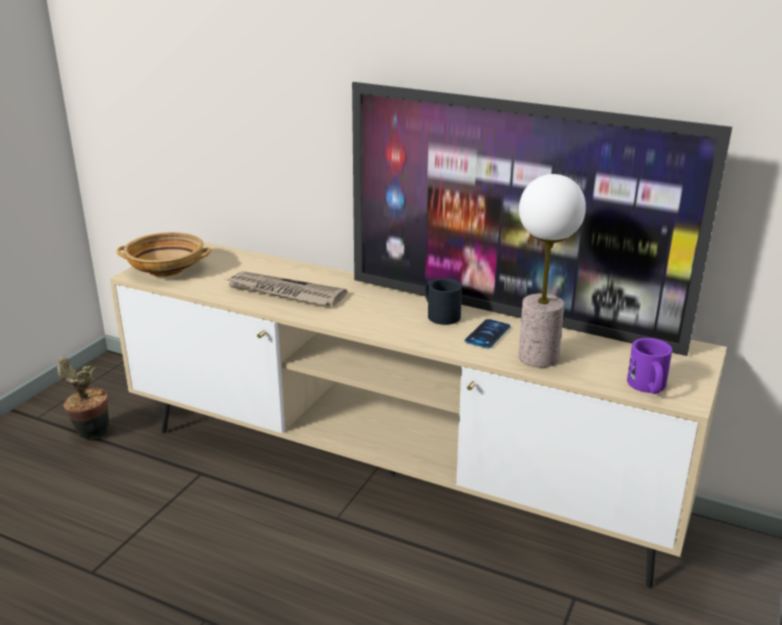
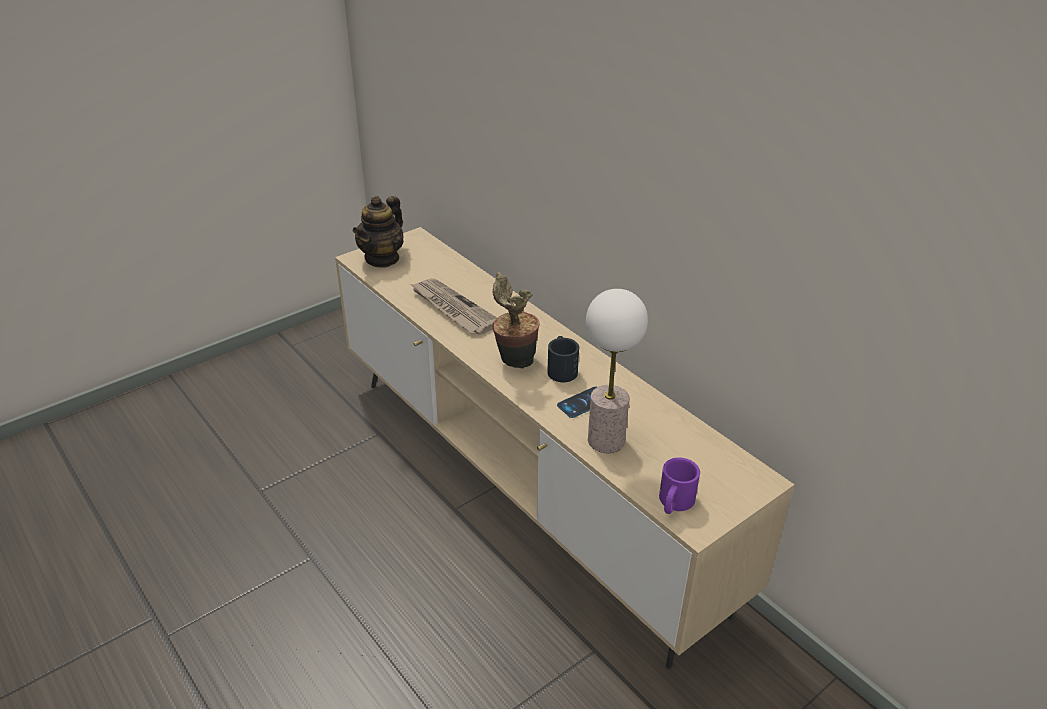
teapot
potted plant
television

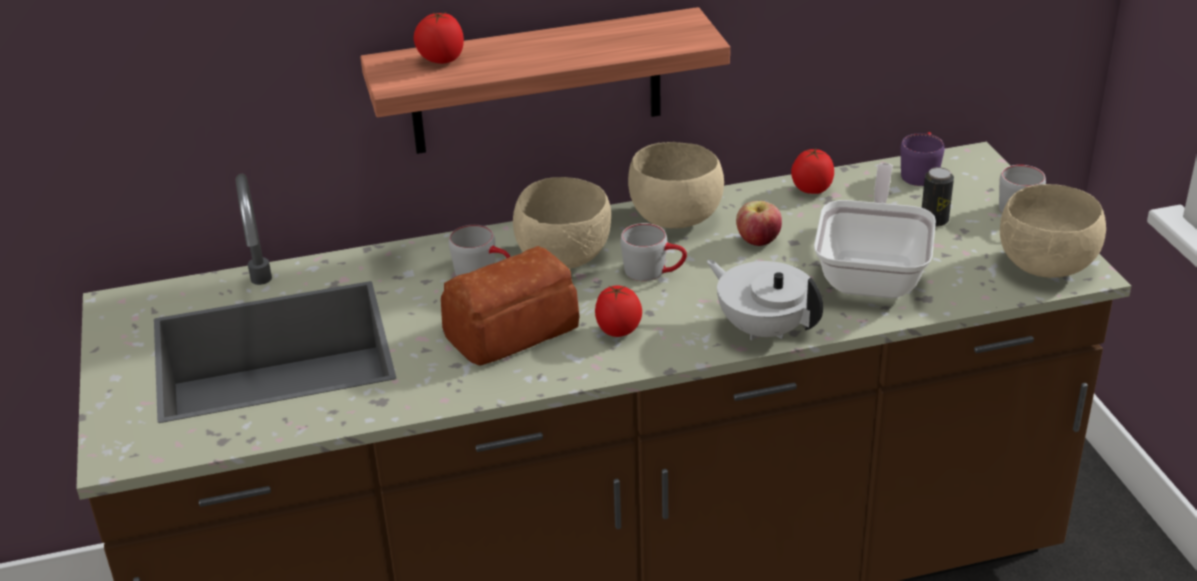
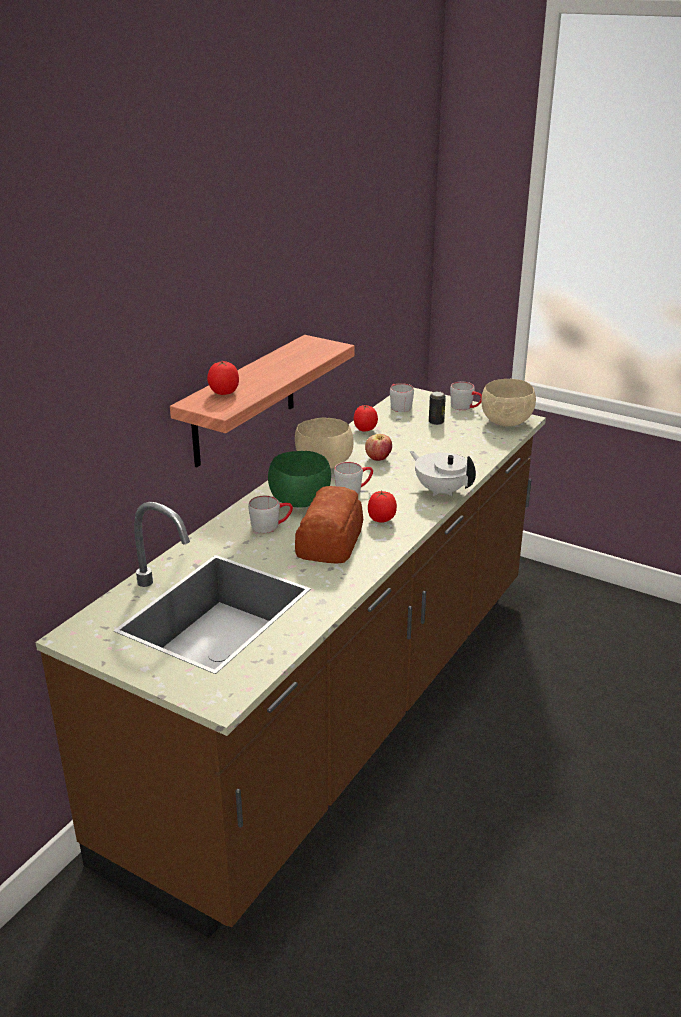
green bowl
grey mug (no. 3 from left)
white teapot
frying pan

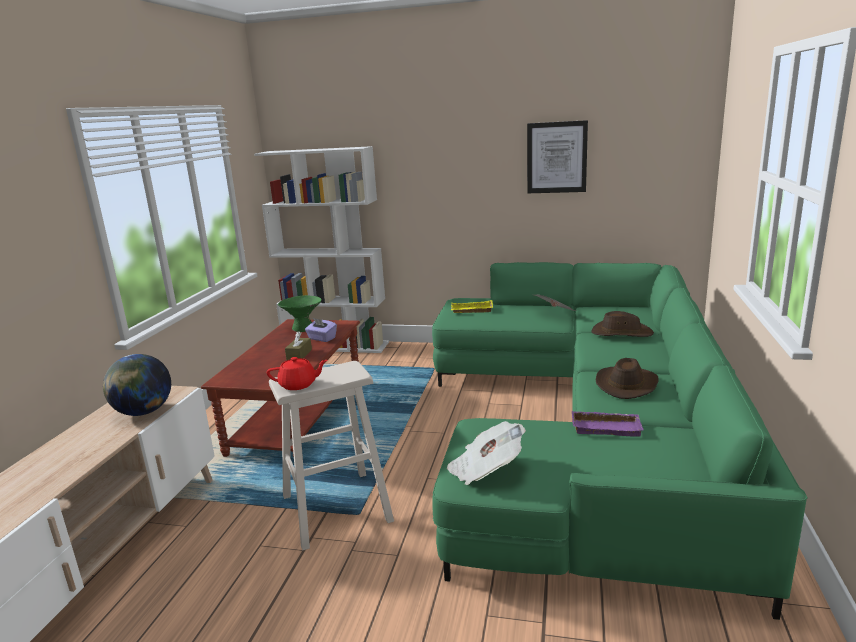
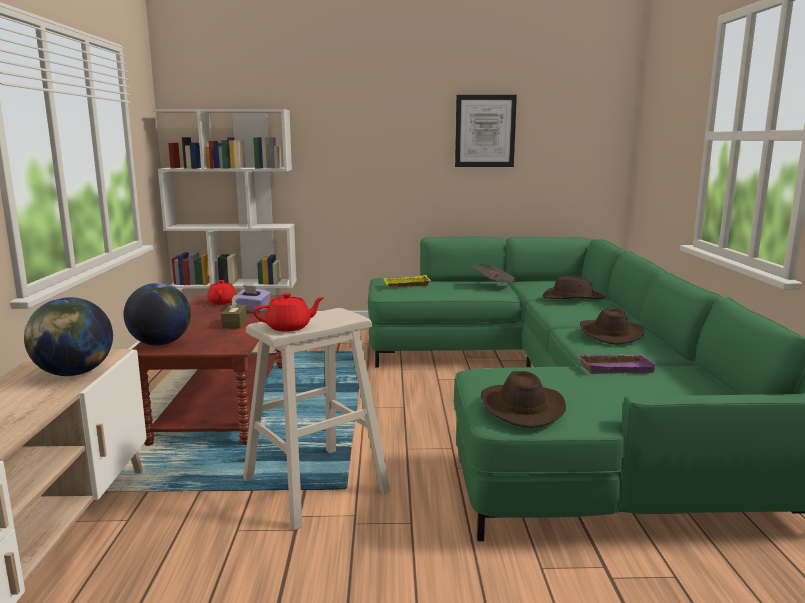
globe (no. 2 from left)
red teapot (no. 1 from left)
brown hat (no. 1 from left)

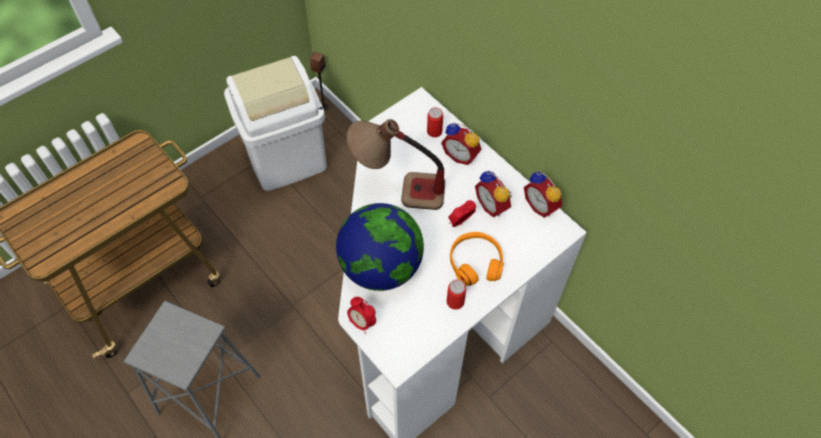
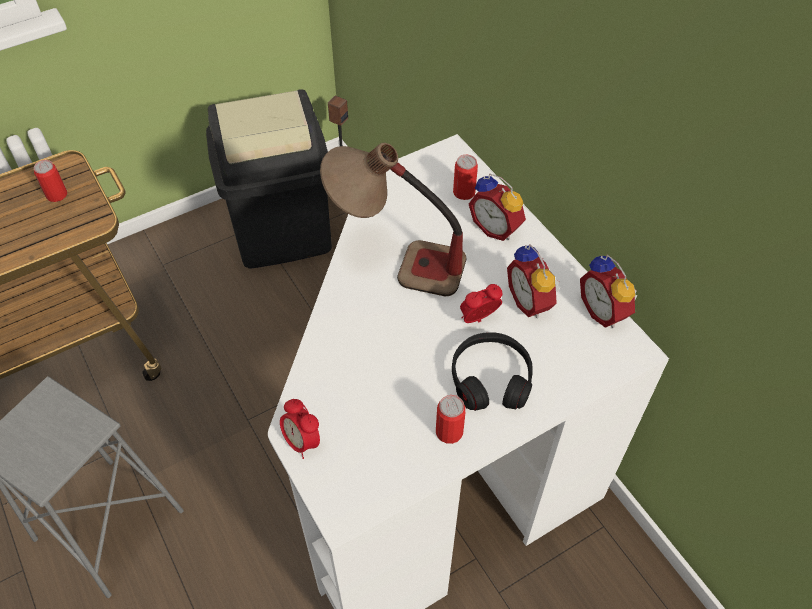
can (no. 1 from left)
black trash can
black headphones
globe

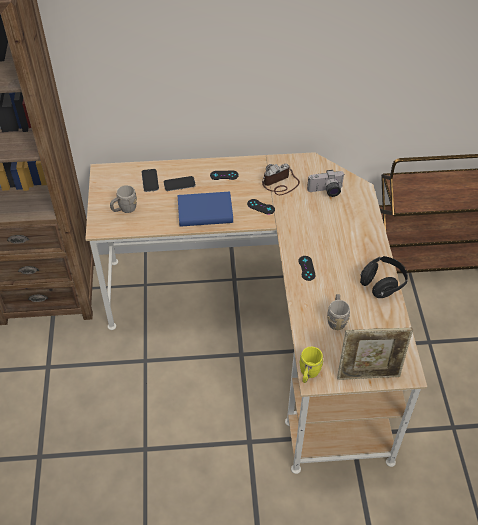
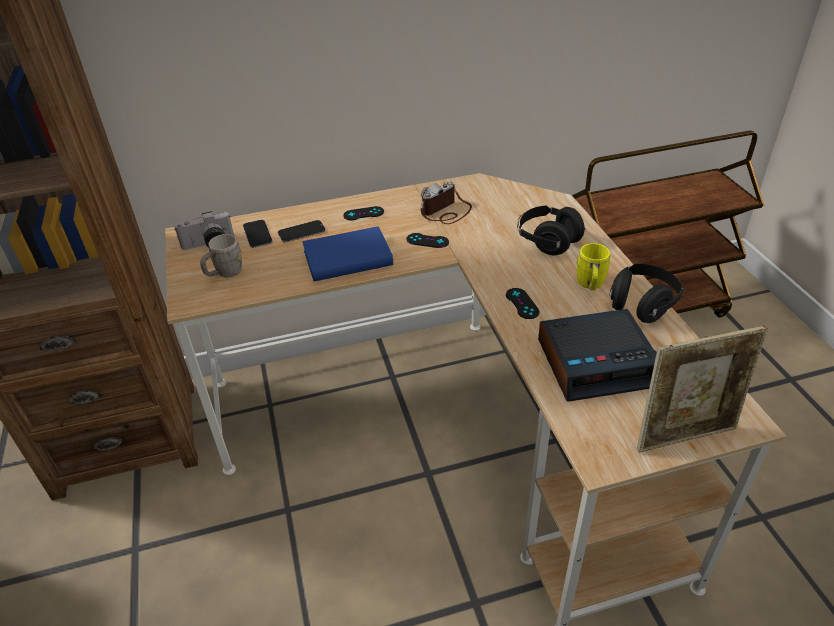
photo camera (no. 1 from left)
black headphones (no. 1 from left)
alarm clock
yellow mug

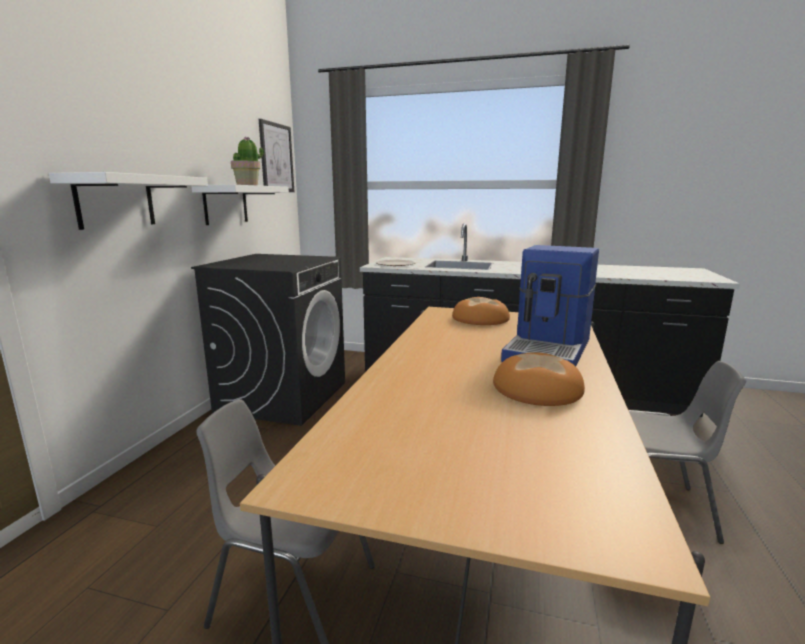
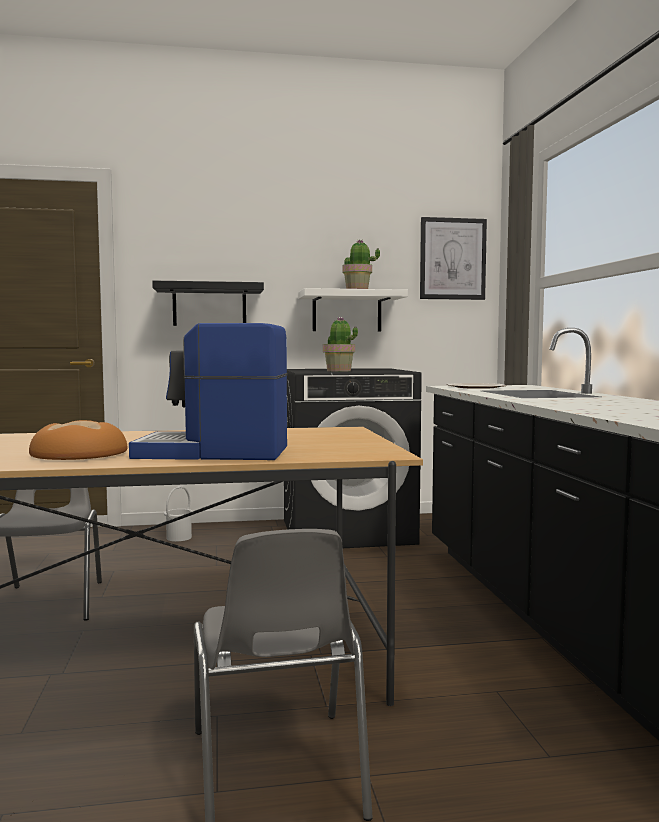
black shelf
white bucket
potted plant (no. 1 from left)
bread (no. 1 from left in the first image)

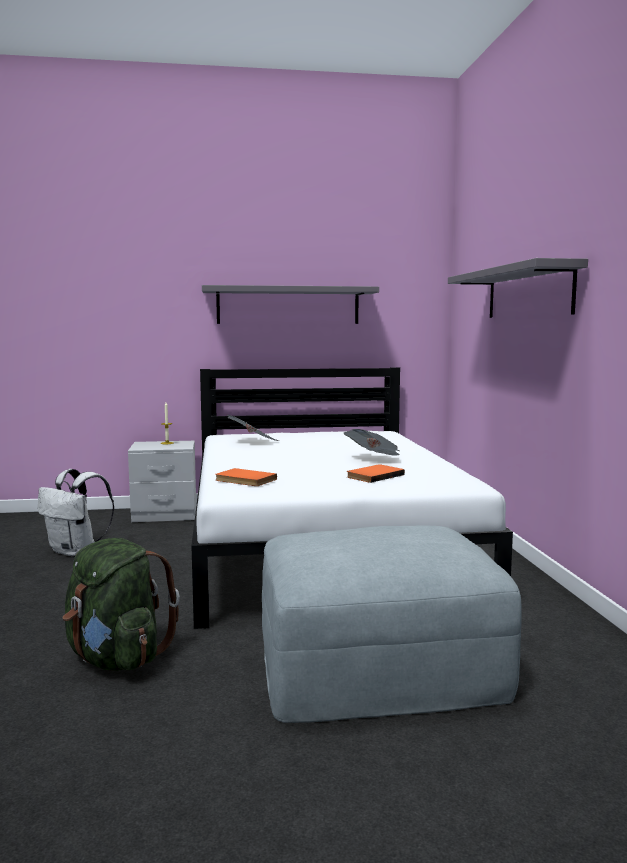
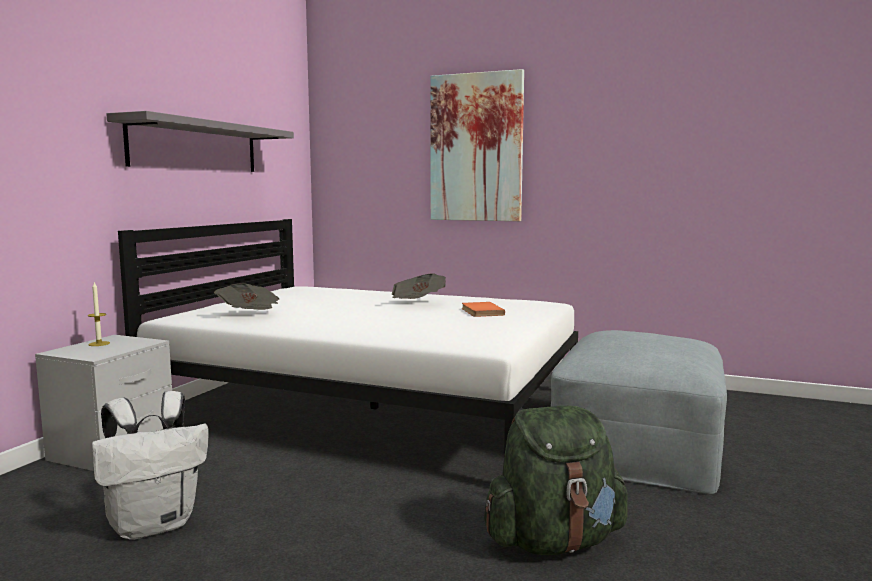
picture
orange book (no. 1 from left in the first image)

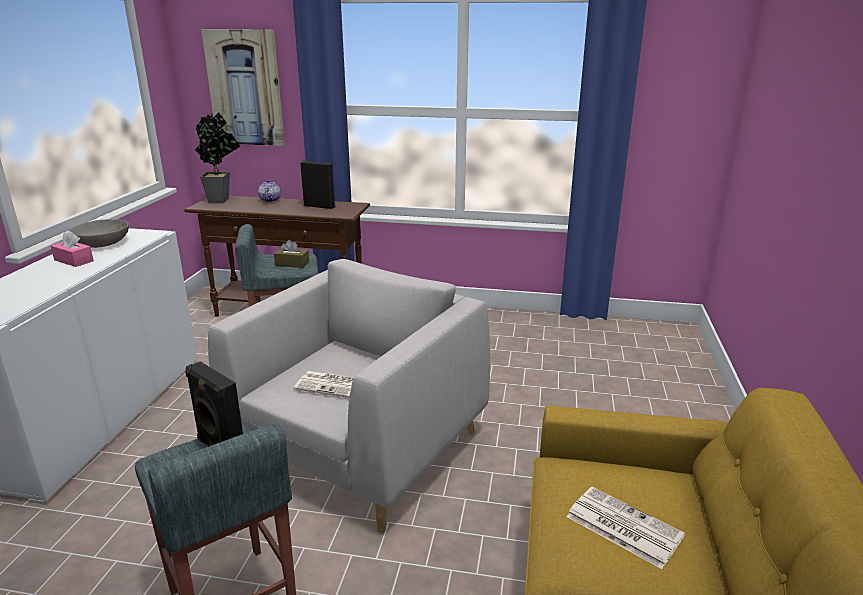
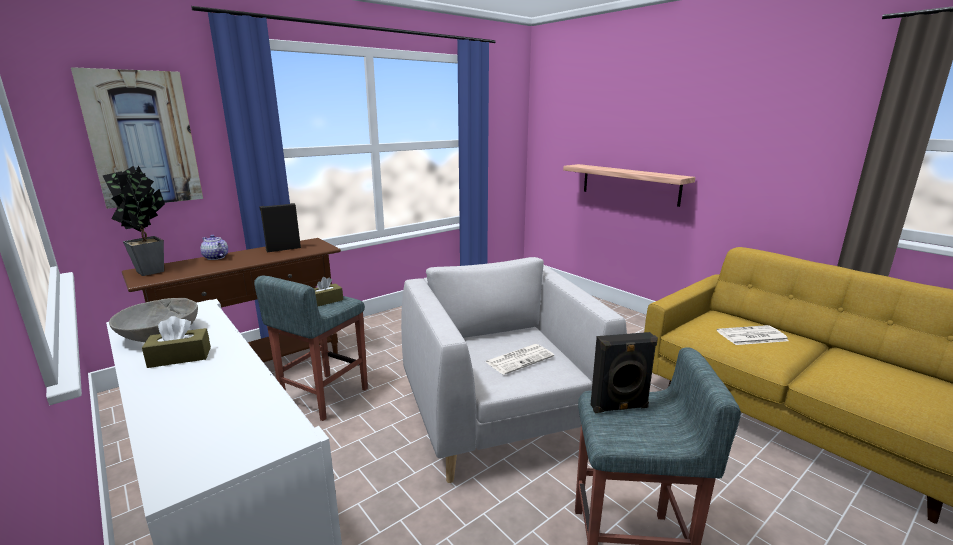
brown tissue box (no. 1 from left)
shelf

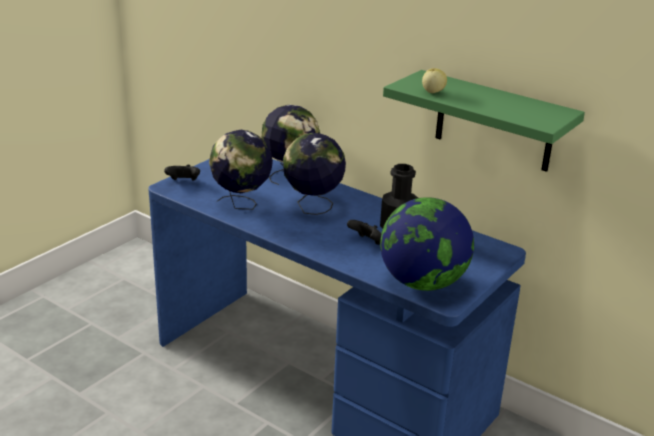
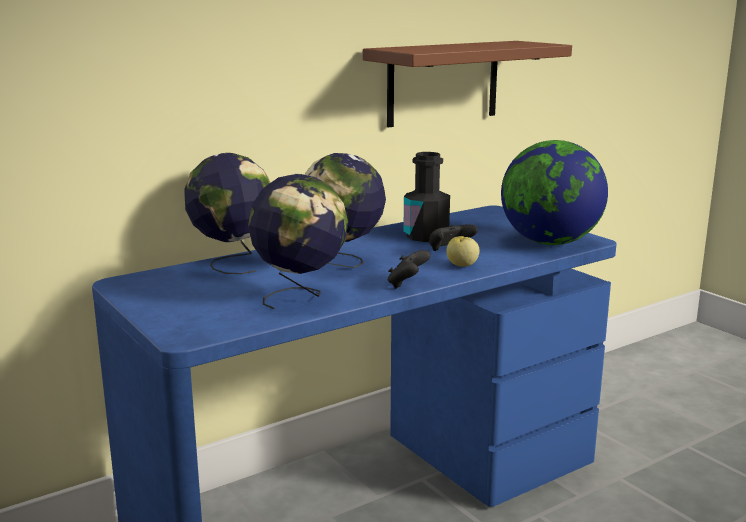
brown shelf
black game controller (no. 1 from left)
apple

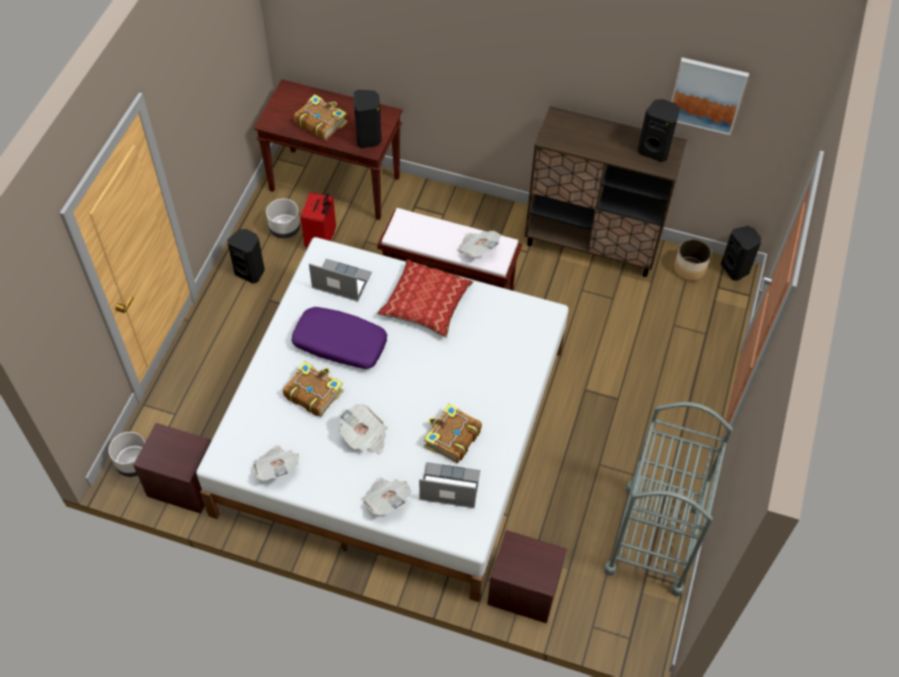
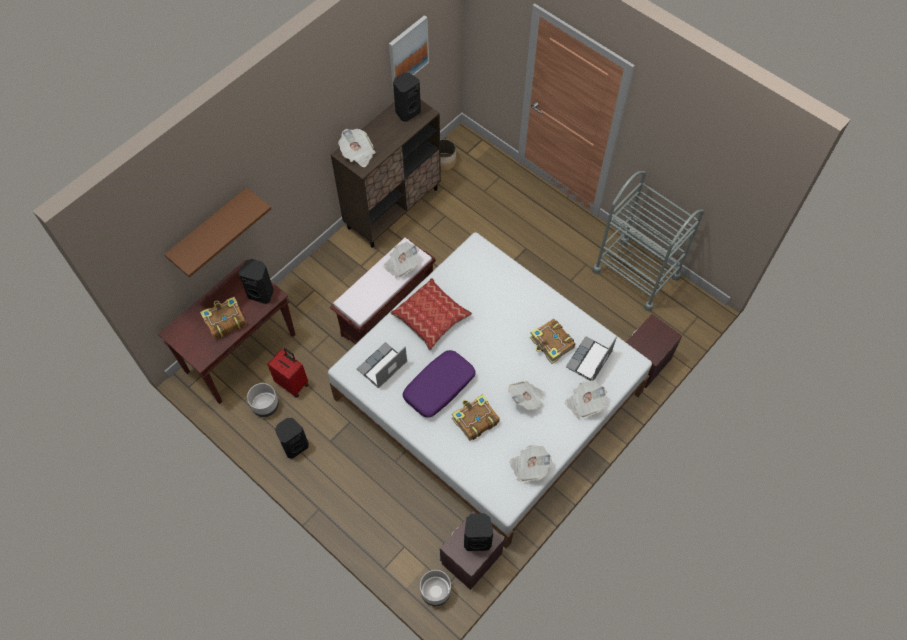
brown shelf
newspaper (no. 1 from left)
black speaker (no. 4 from left)

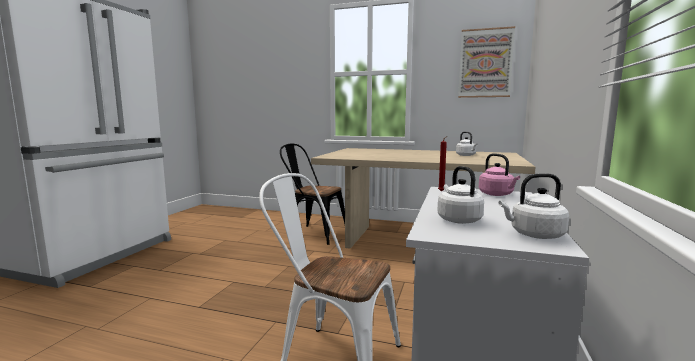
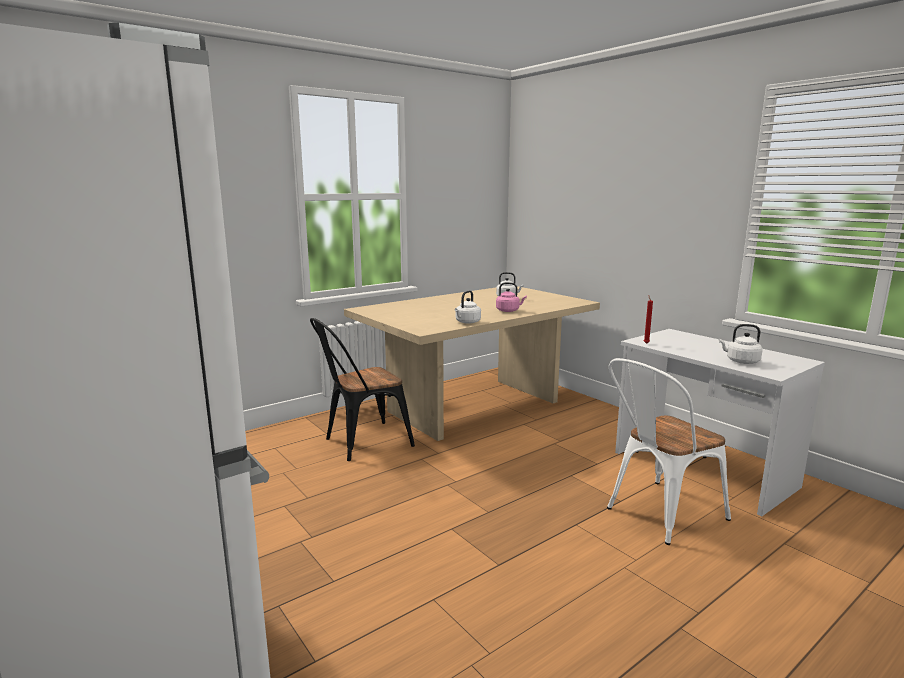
white kettle (no. 1 from left)
pink kettle
picture

